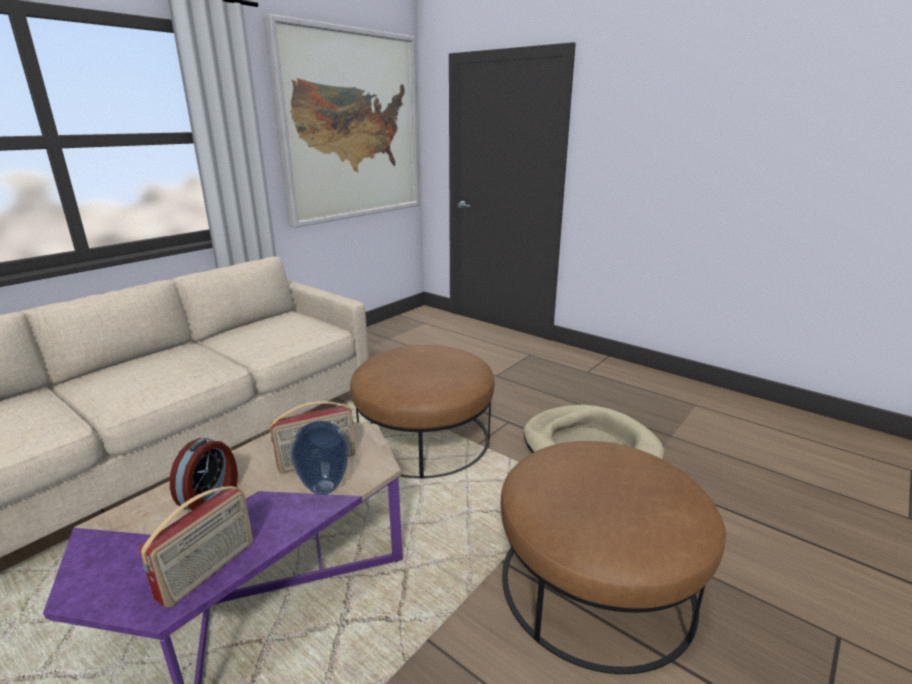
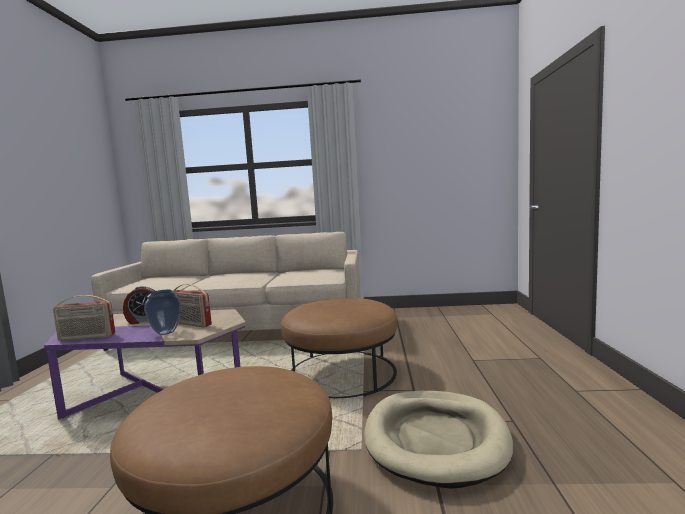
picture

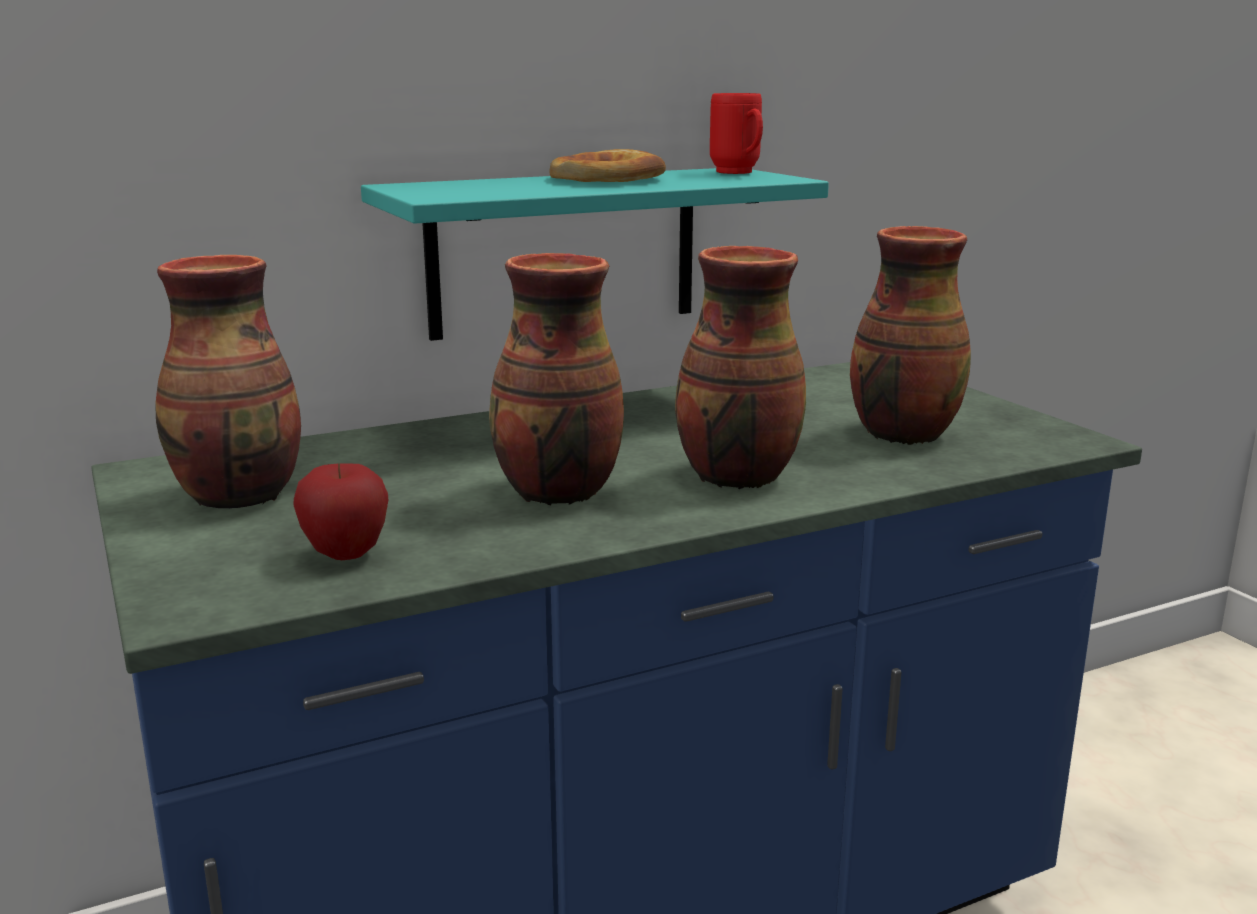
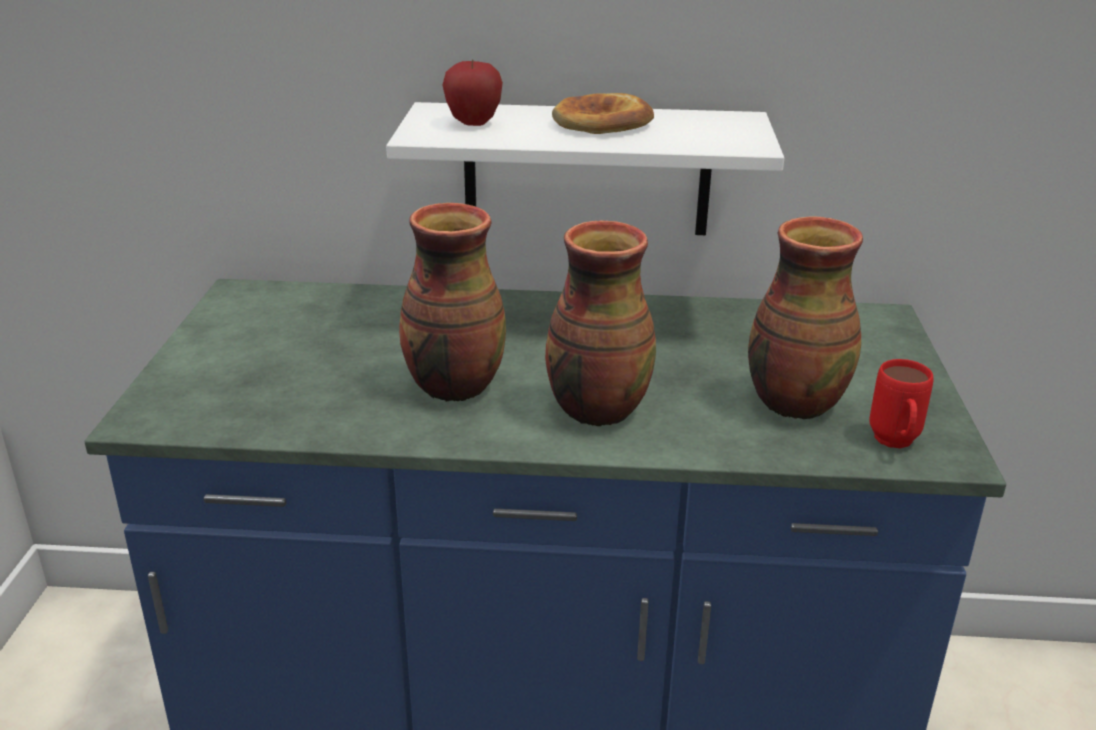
white shelf
apple
red mug
vase (no. 1 from left in the first image)

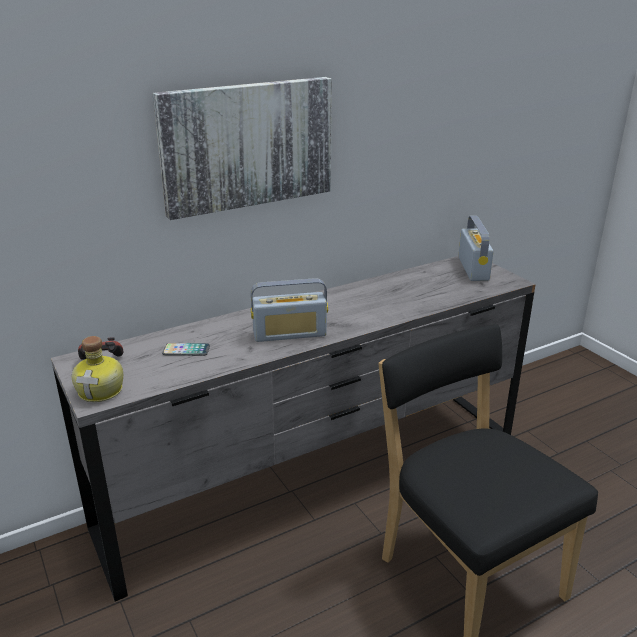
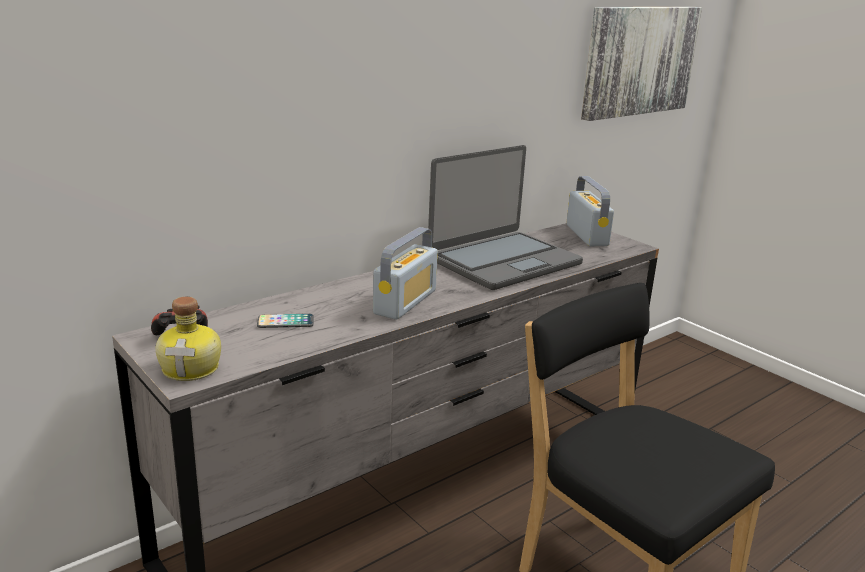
radio (no. 1 from left)
laptop
picture

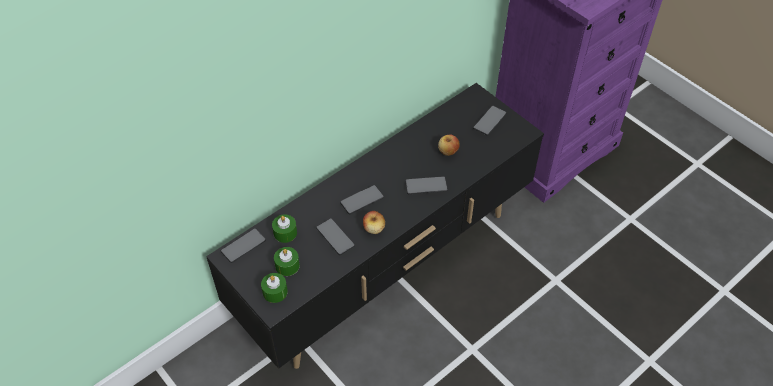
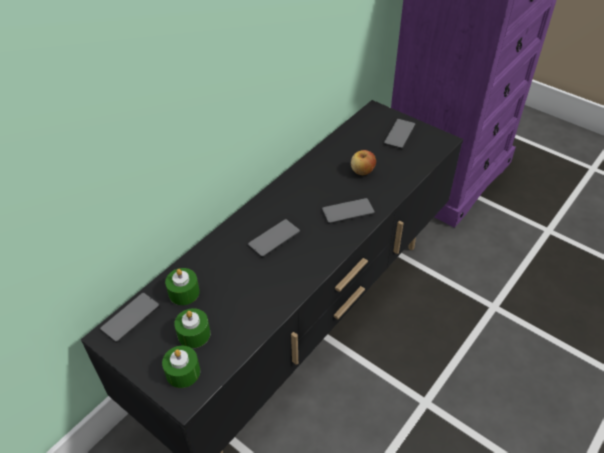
phone (no. 2 from left in the first image)
apple (no. 1 from left in the first image)

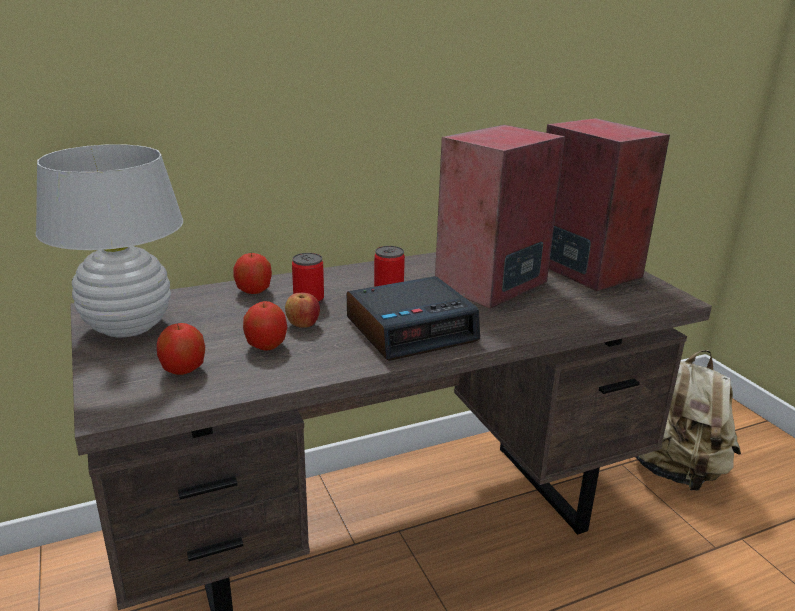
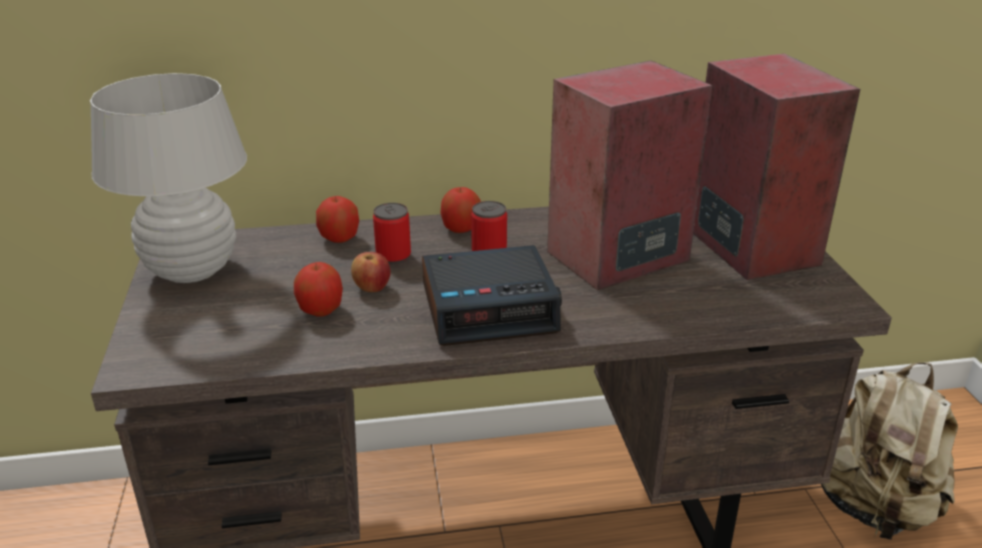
apple (no. 4 from left)

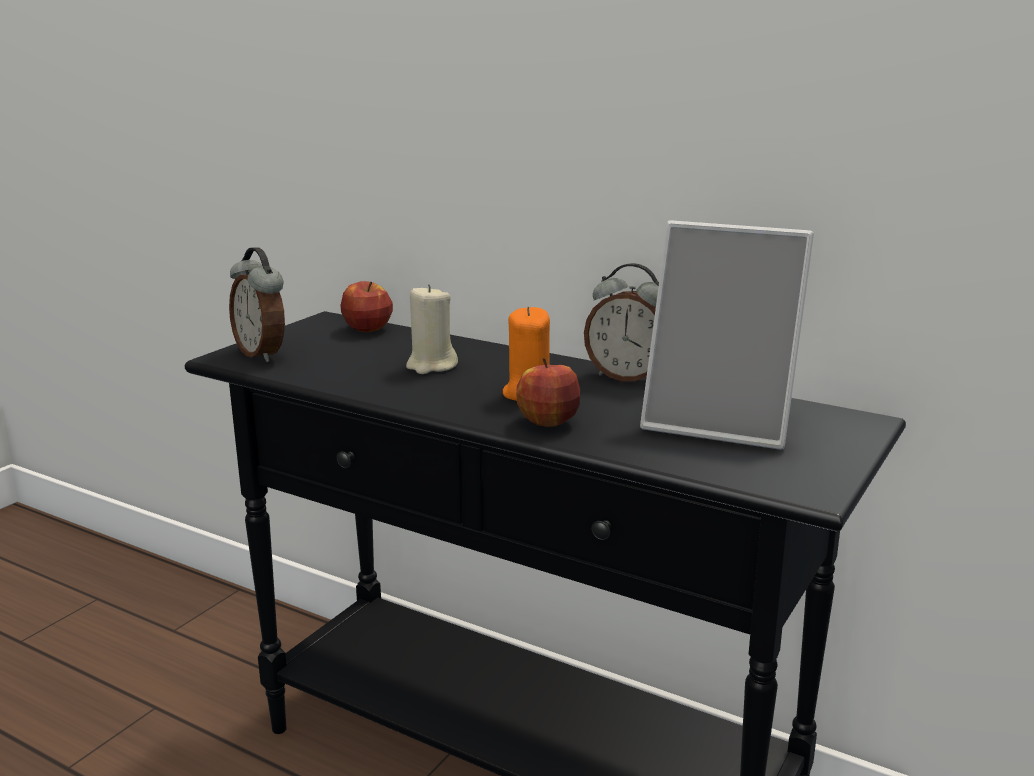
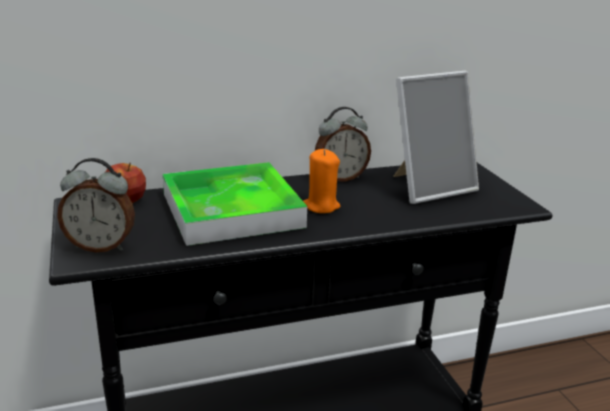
tray
apple (no. 2 from left in the first image)

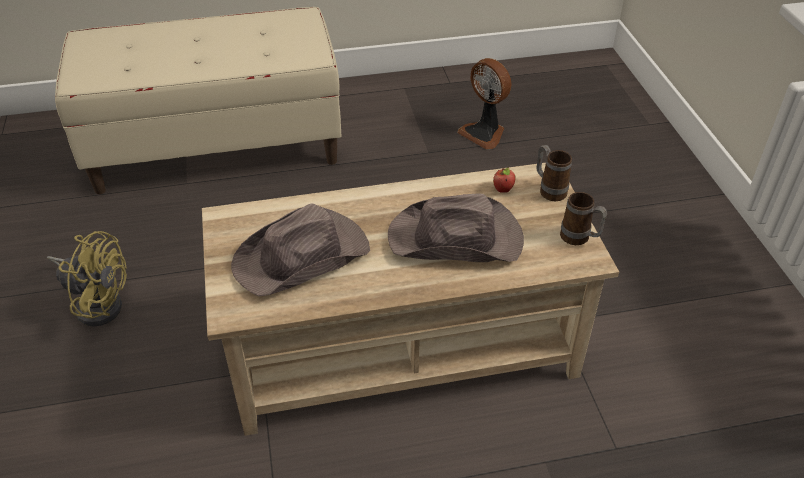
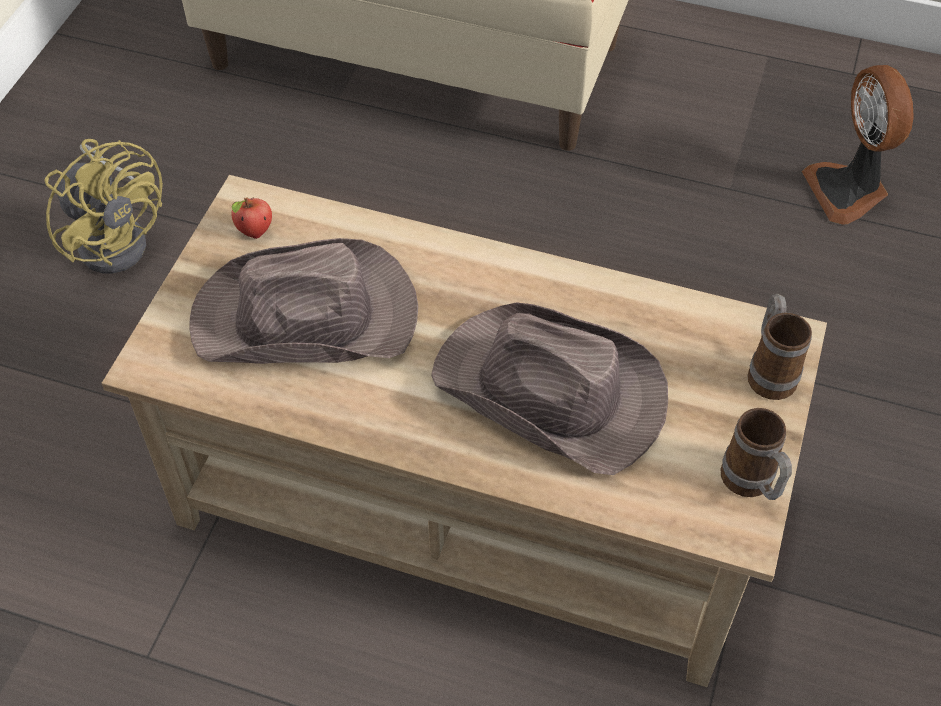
apple

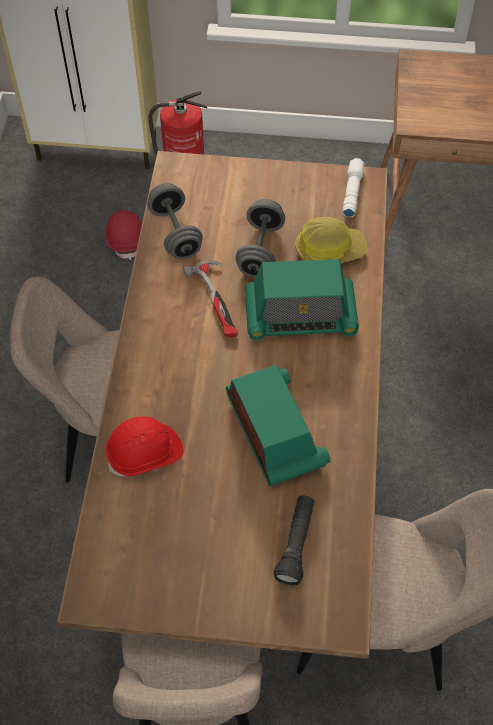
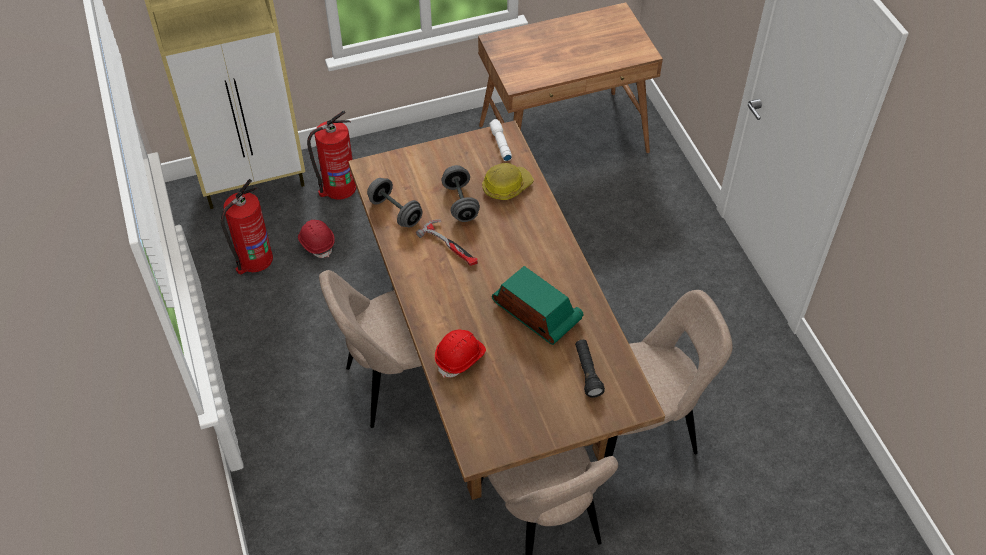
fire extinguisher (no. 1 from left)
radio (no. 2 from left in the first image)

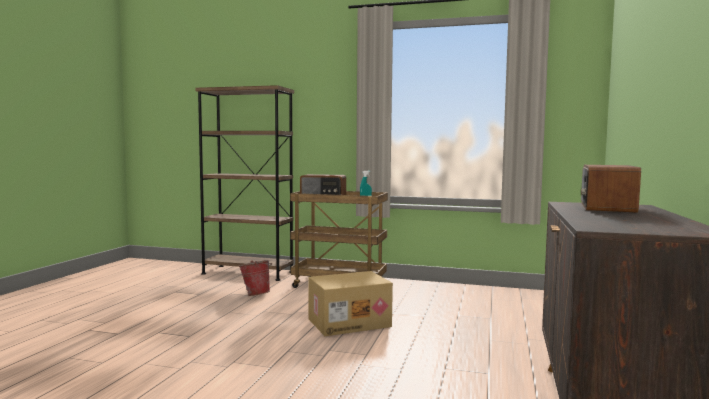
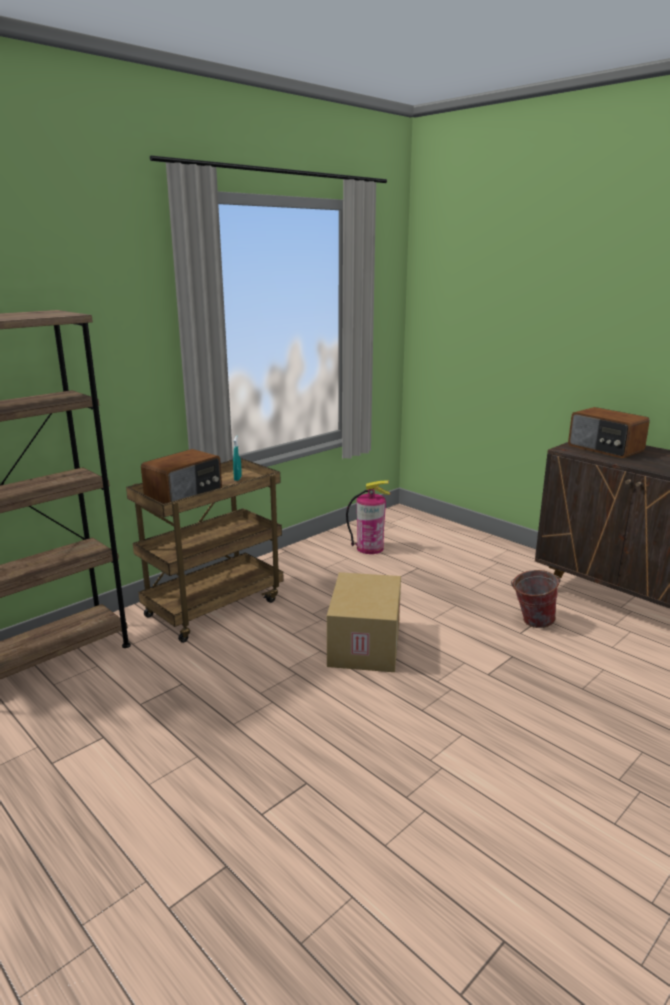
fire extinguisher
bucket

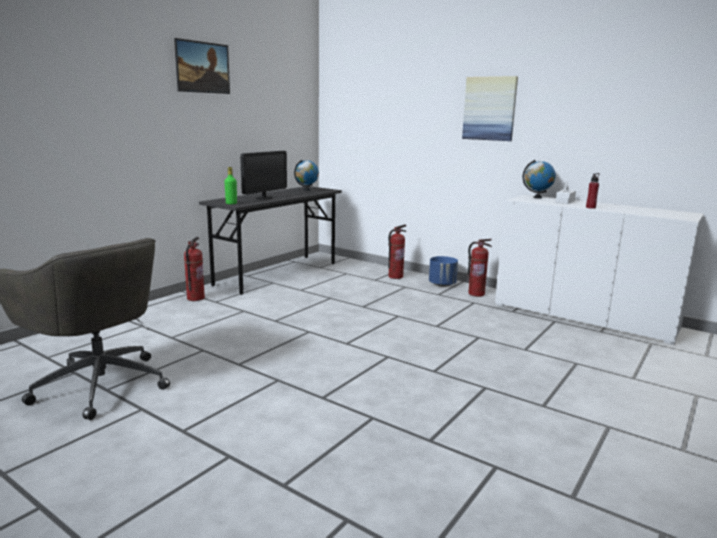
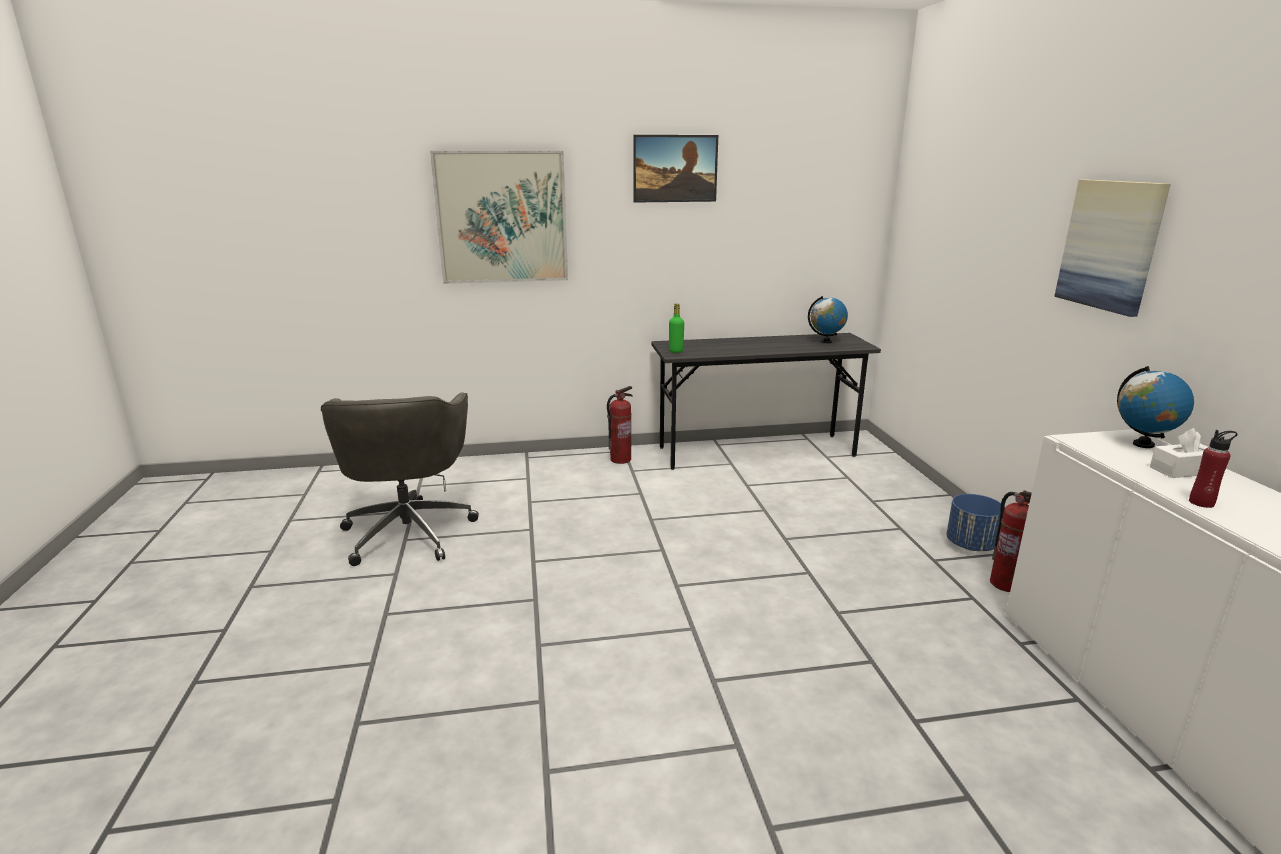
picture (no. 1 from left)
monitor
fire extinguisher (no. 2 from left in the first image)

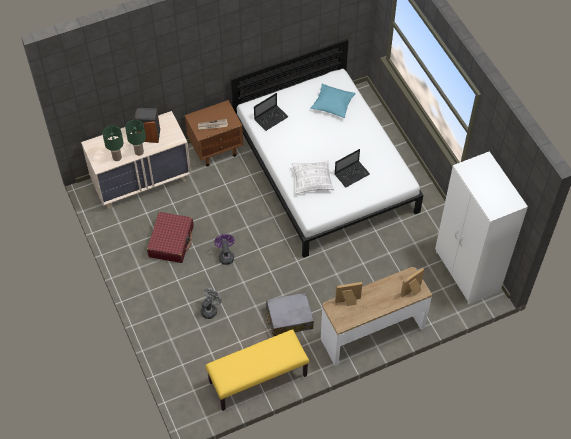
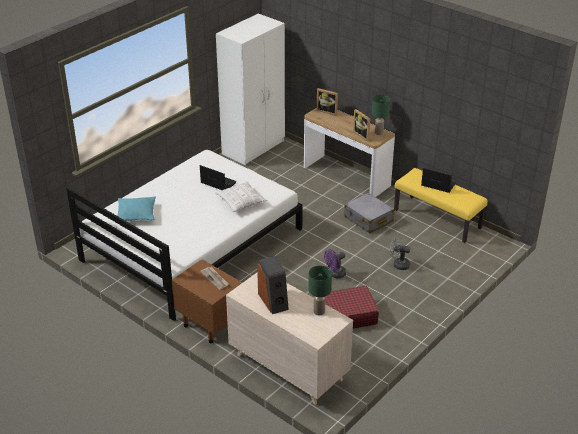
green table lamp (no. 2 from left)
laptop (no. 2 from left)

